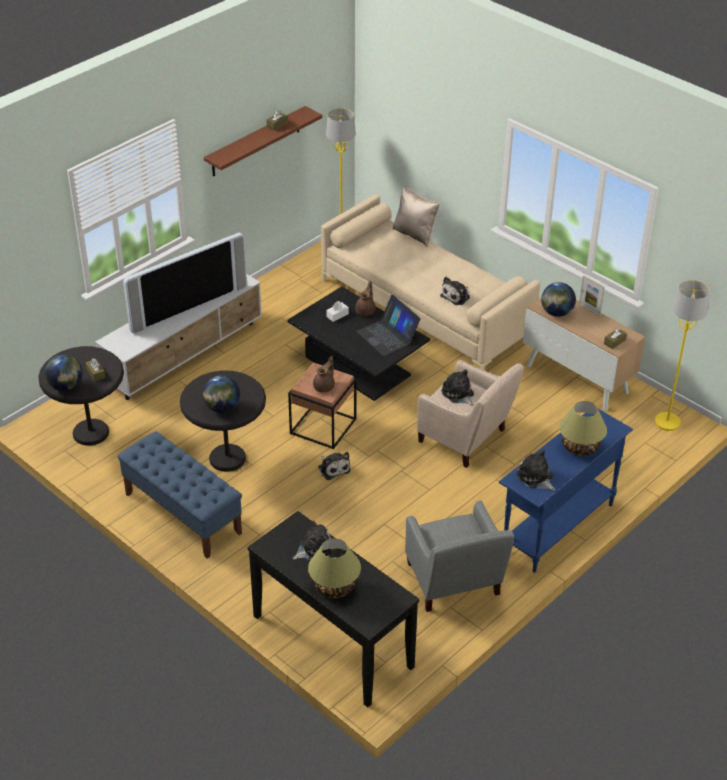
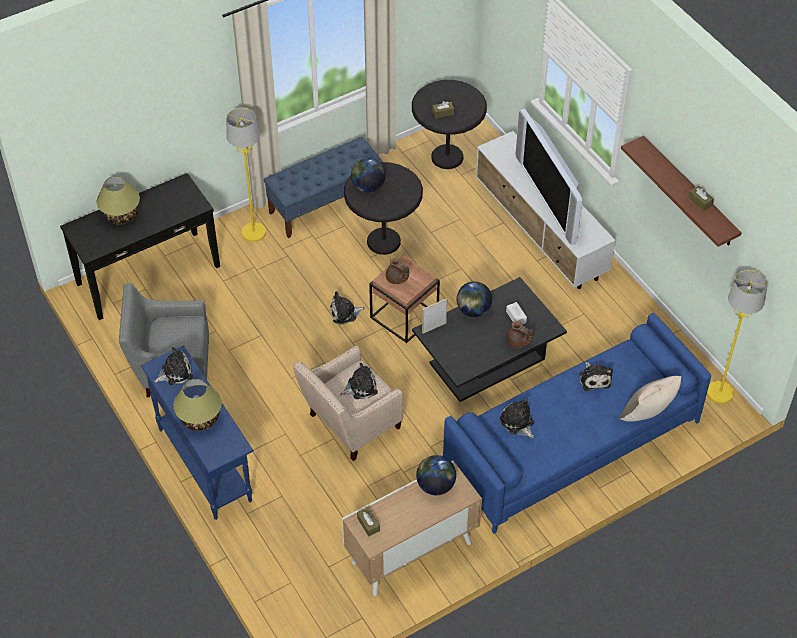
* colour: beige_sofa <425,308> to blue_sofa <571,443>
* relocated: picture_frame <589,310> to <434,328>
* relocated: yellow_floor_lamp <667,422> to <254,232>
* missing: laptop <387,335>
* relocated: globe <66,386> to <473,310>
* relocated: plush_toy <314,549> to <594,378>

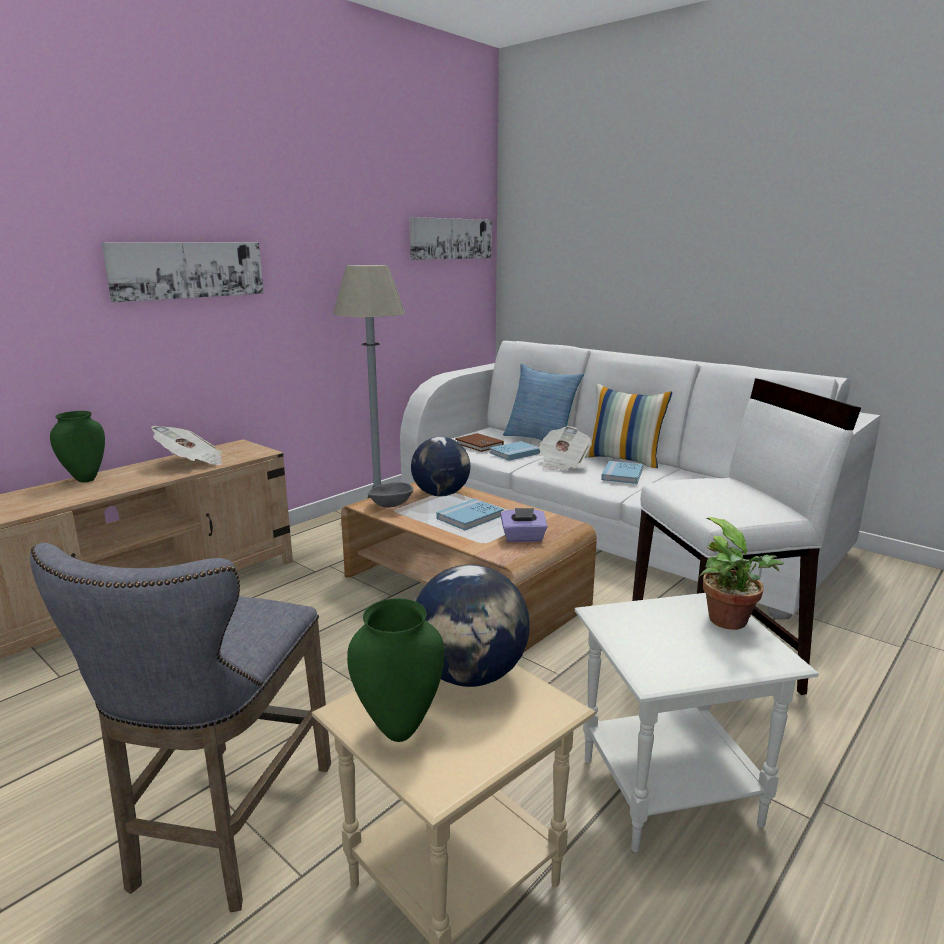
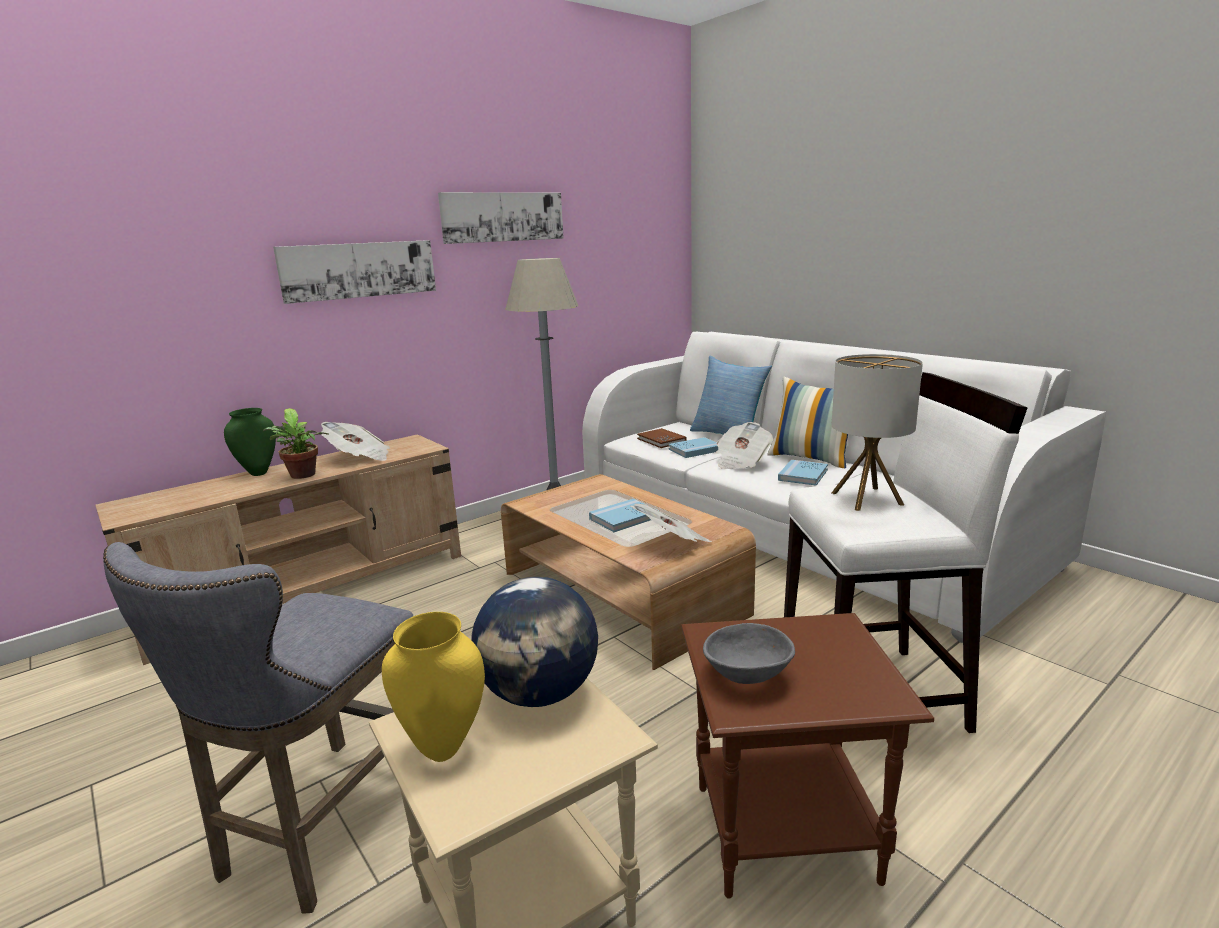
* relocated: picture <451,239> to <503,217>
* missing: globe <441,494>
* relocated: grey_bowl <390,506> to <747,675>
* exchanged: purple_tissue_box <523,538> to newspaper <671,542>
* relocated: potted_plant <732,623> to <303,476>
* colour: white_side_table <667,792> to brown_side_table <781,833>
* colour: green_vase <399,728> to yellow_vase <445,746>
* appeared: table_lamp <866,499>

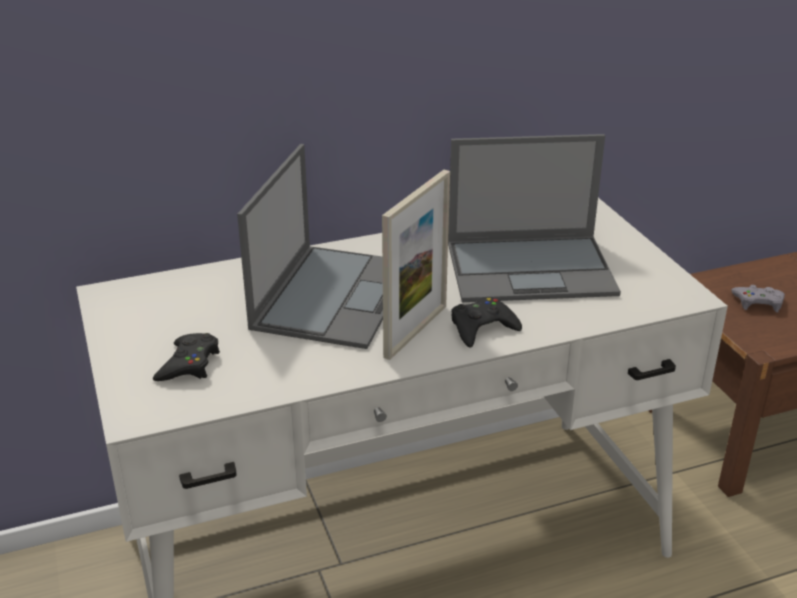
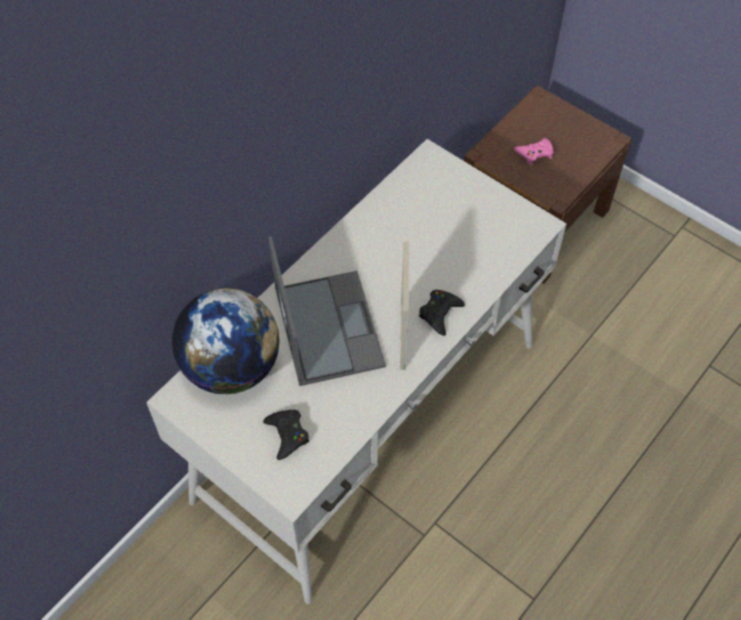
* missing: laptop <532,268>
* colour: grey_game_controller <758,302> to pink_game_controller <535,153>
* appeared: globe <232,367>

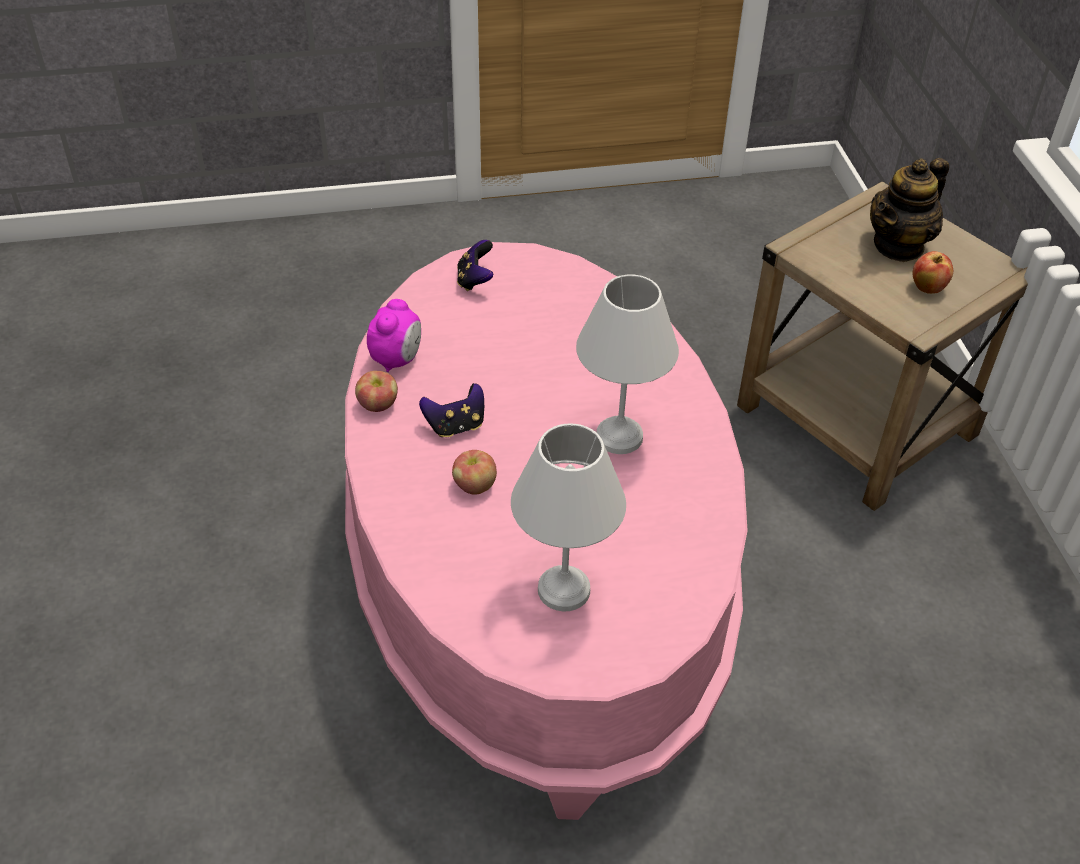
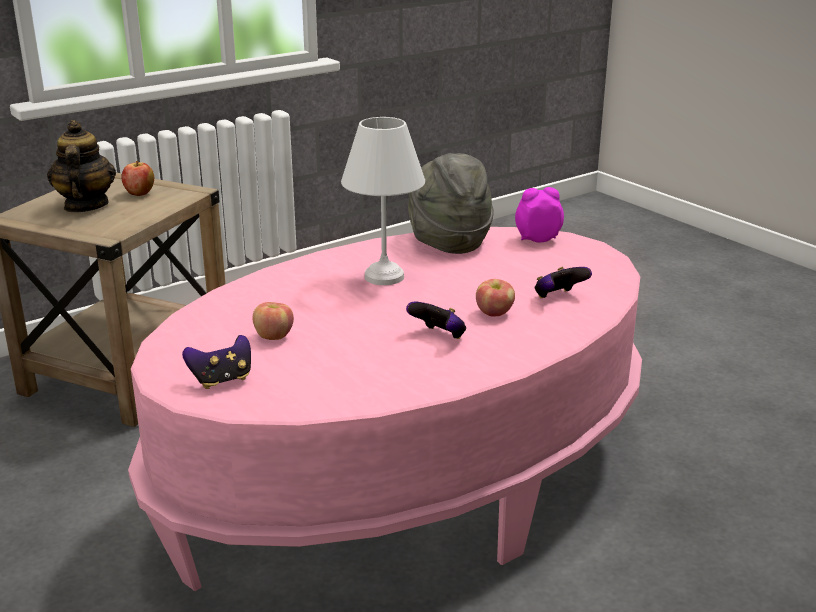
* spun: teapot <899,246> = <85,206> 120 degrees counterclockwise
* relocated: alarm_clock <397,359> to <537,239>
* relocated: apple <378,405> to <273,336>
* missing: white_table_lamp <564,592>
* appeared: grey_hat <448,241>
* appeared: game_controller <558,297>

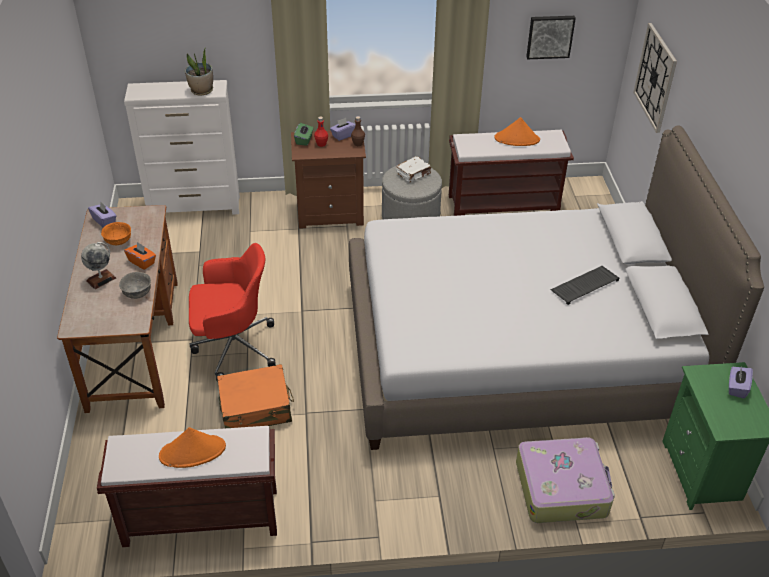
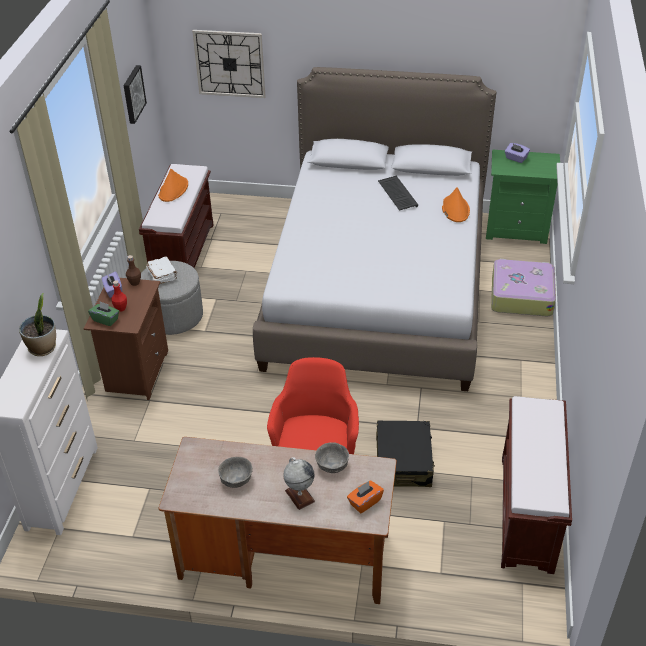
* missing: purple_tissue_box <104,221>
* colour: orange_bowl <118,241> to grey_bowl <236,480>
* relocated: orange_tissue_box <142,262> to <364,502>
* colour: orange_suitcase <256,408> to black_suitcase <403,462>
* relocated: orange_hat <193,451> to <455,209>

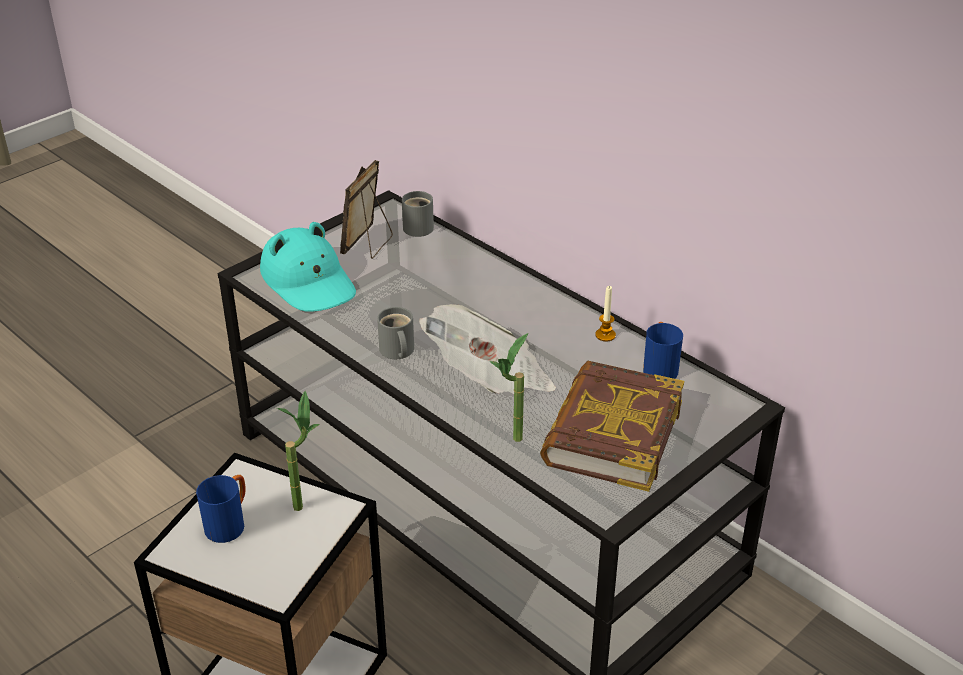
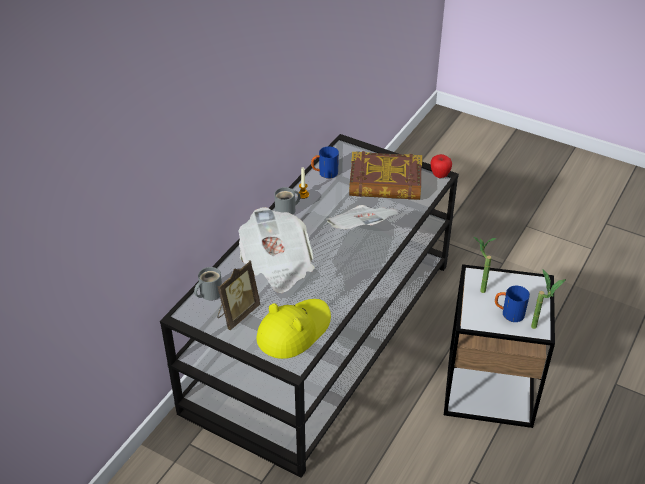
* spun: picture_frame <368,244> = <237,314> 60 degrees counterclockwise
* colour: turquoise_hat <309,282> to yellow_hat <294,331>
* relocated: grey_mug <396,351> to <287,210>
* relocated: potted_plant <510,443> to <539,329>
* appeared: apple <440,175>
* appeared: newspaper <277,265>

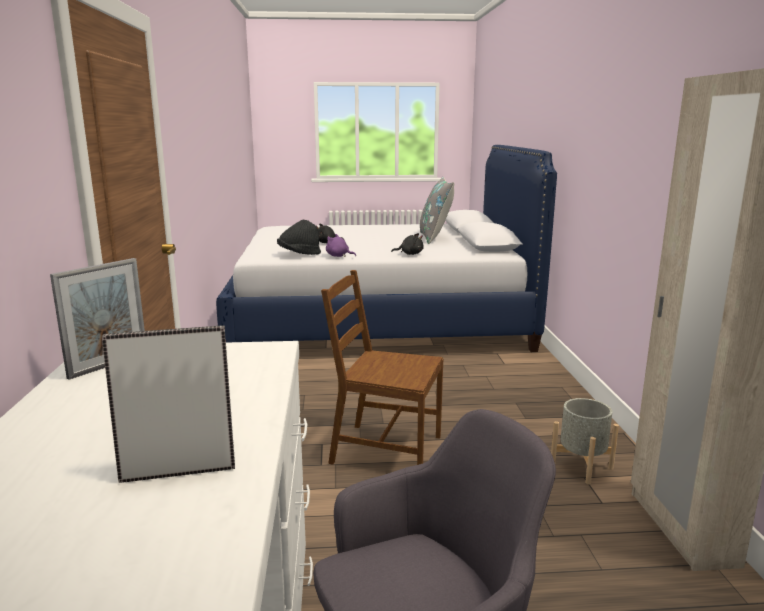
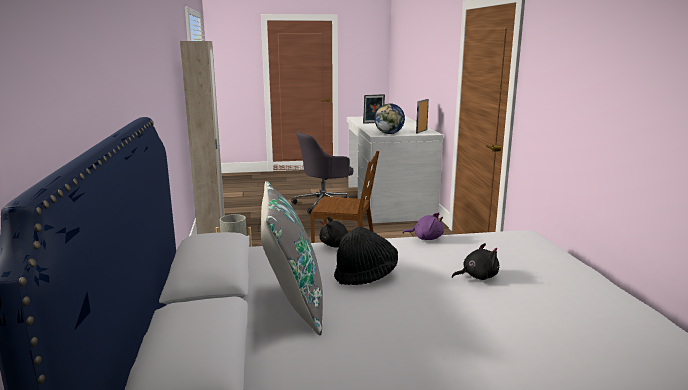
* relocated: black_hat <299,254> to <366,275>
* appeared: globe <389,133>

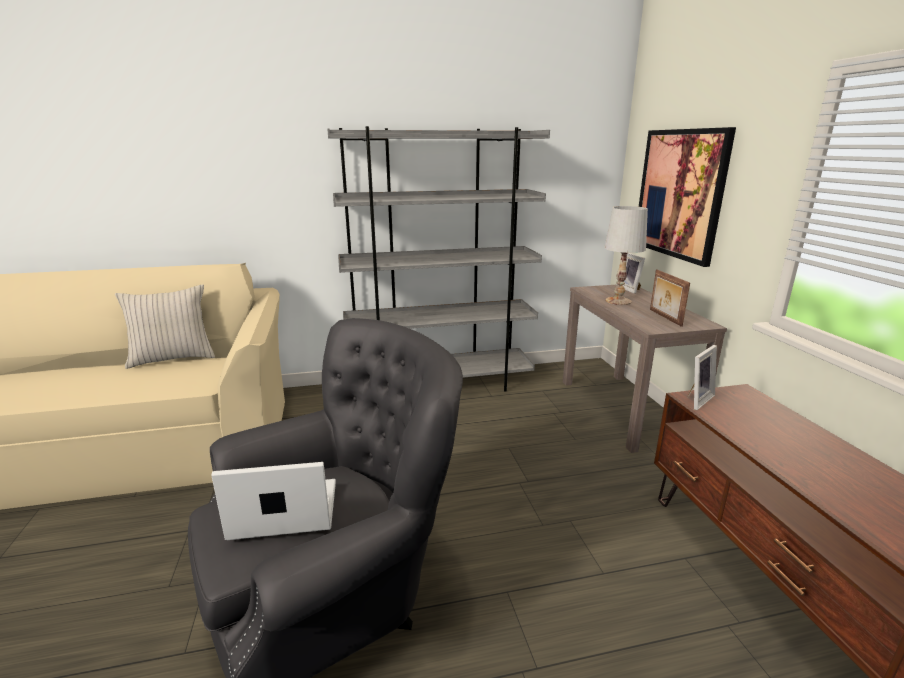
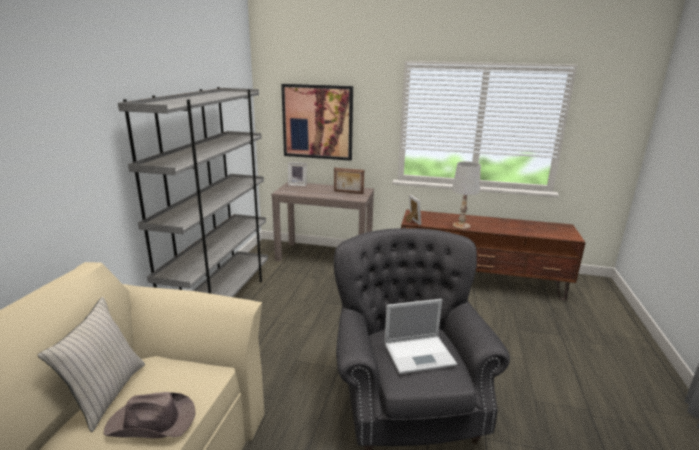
* relocated: white_table_lamp <618,301> to <461,226>
* spun: laptop <282,511> = <420,354> 120 degrees counterclockwise
* appeared: brown_hat <152,422>

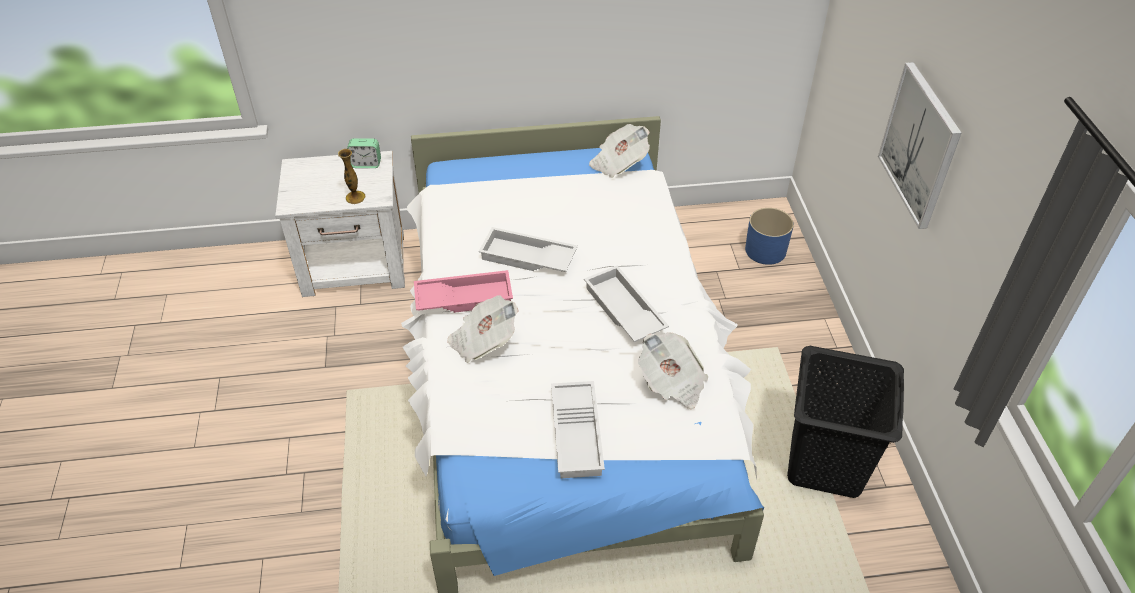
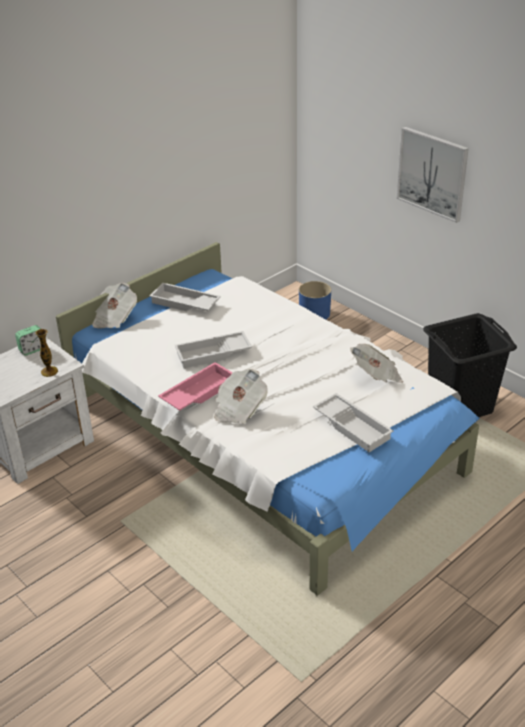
* relocated: newspaper <618,163> to <114,318>
* relocated: white_tray <623,310> to <184,304>

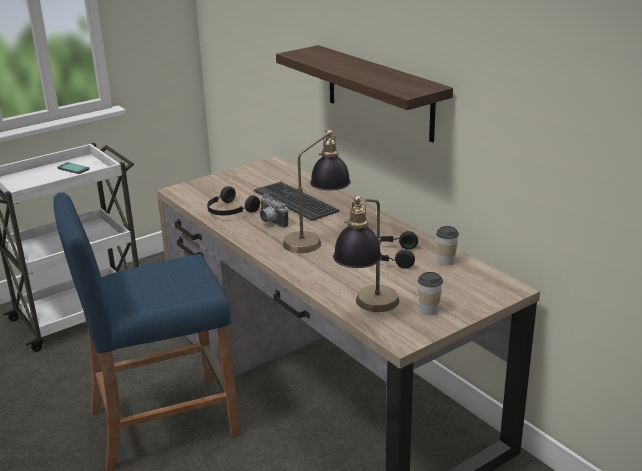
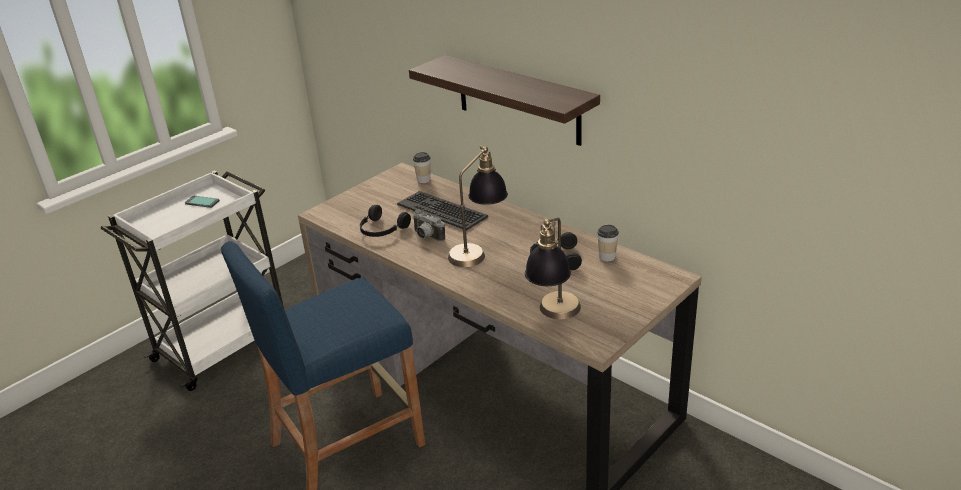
* relocated: cup <429,310> to <424,180>

